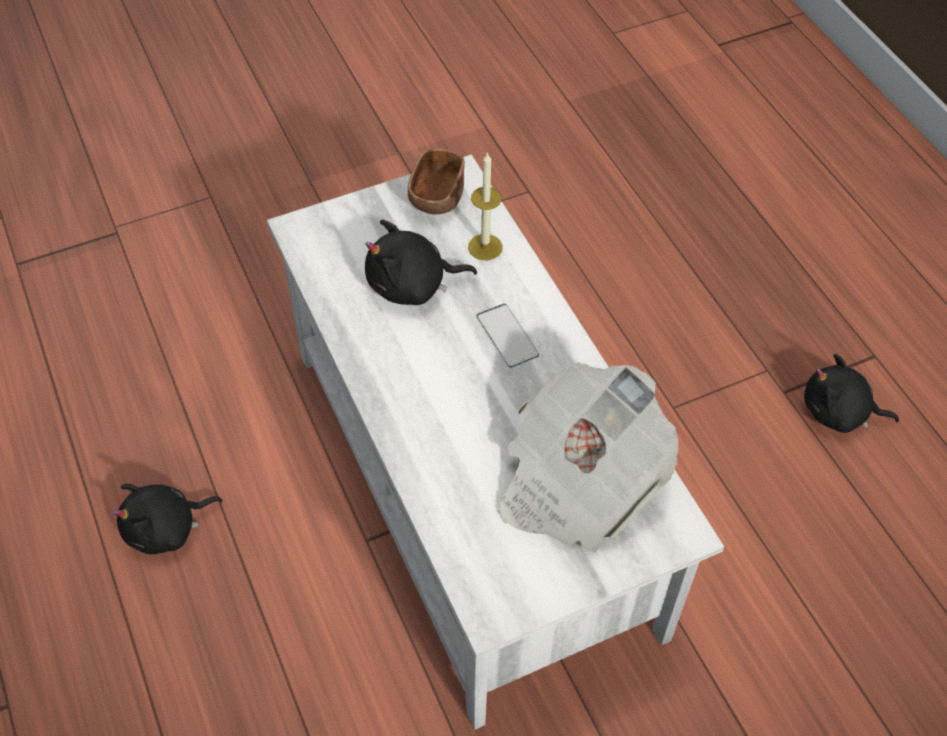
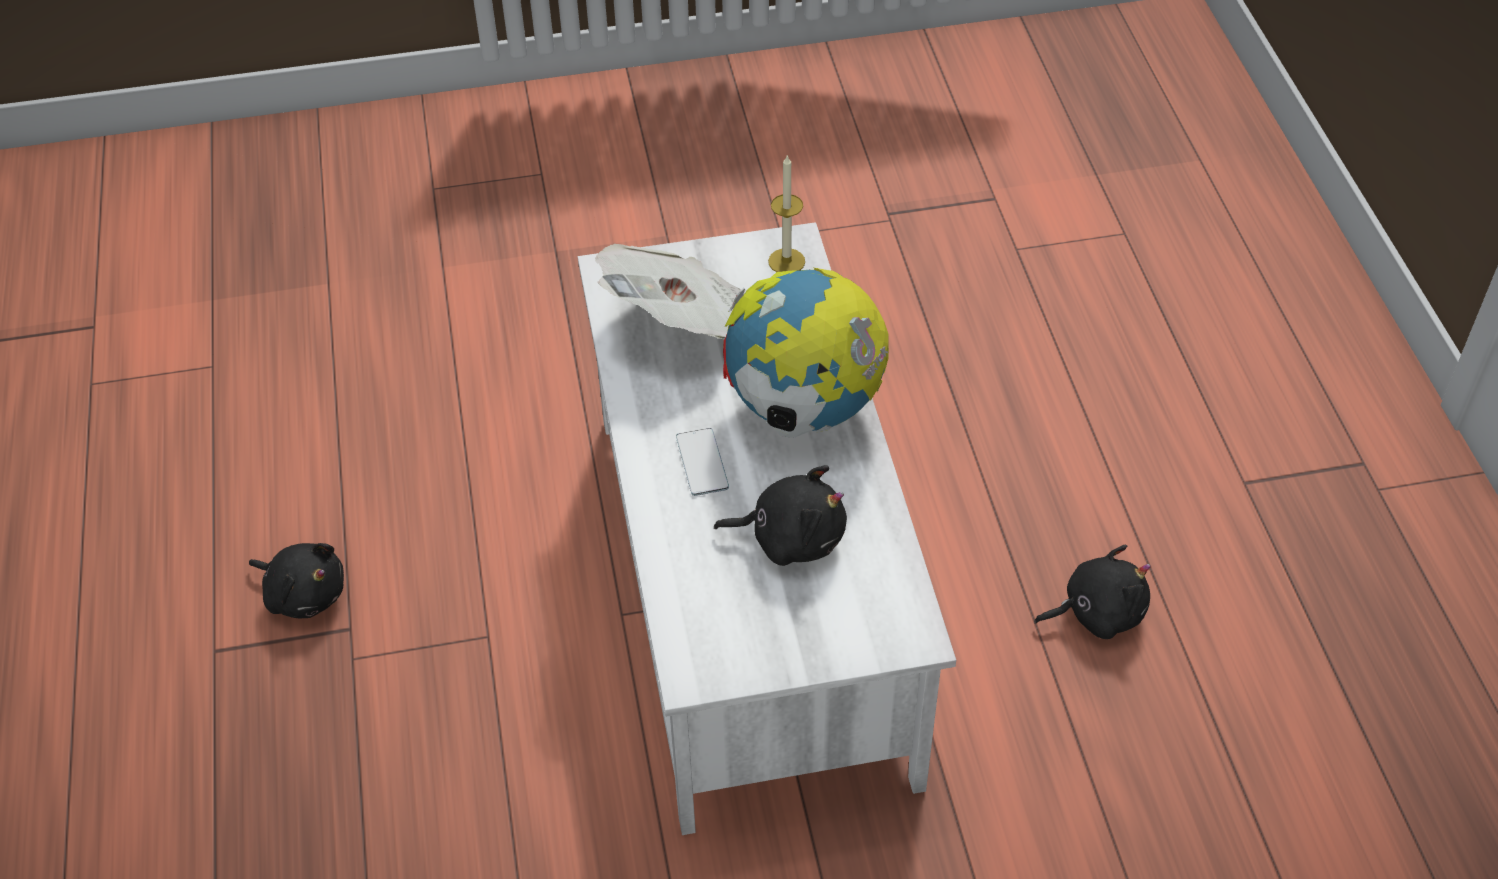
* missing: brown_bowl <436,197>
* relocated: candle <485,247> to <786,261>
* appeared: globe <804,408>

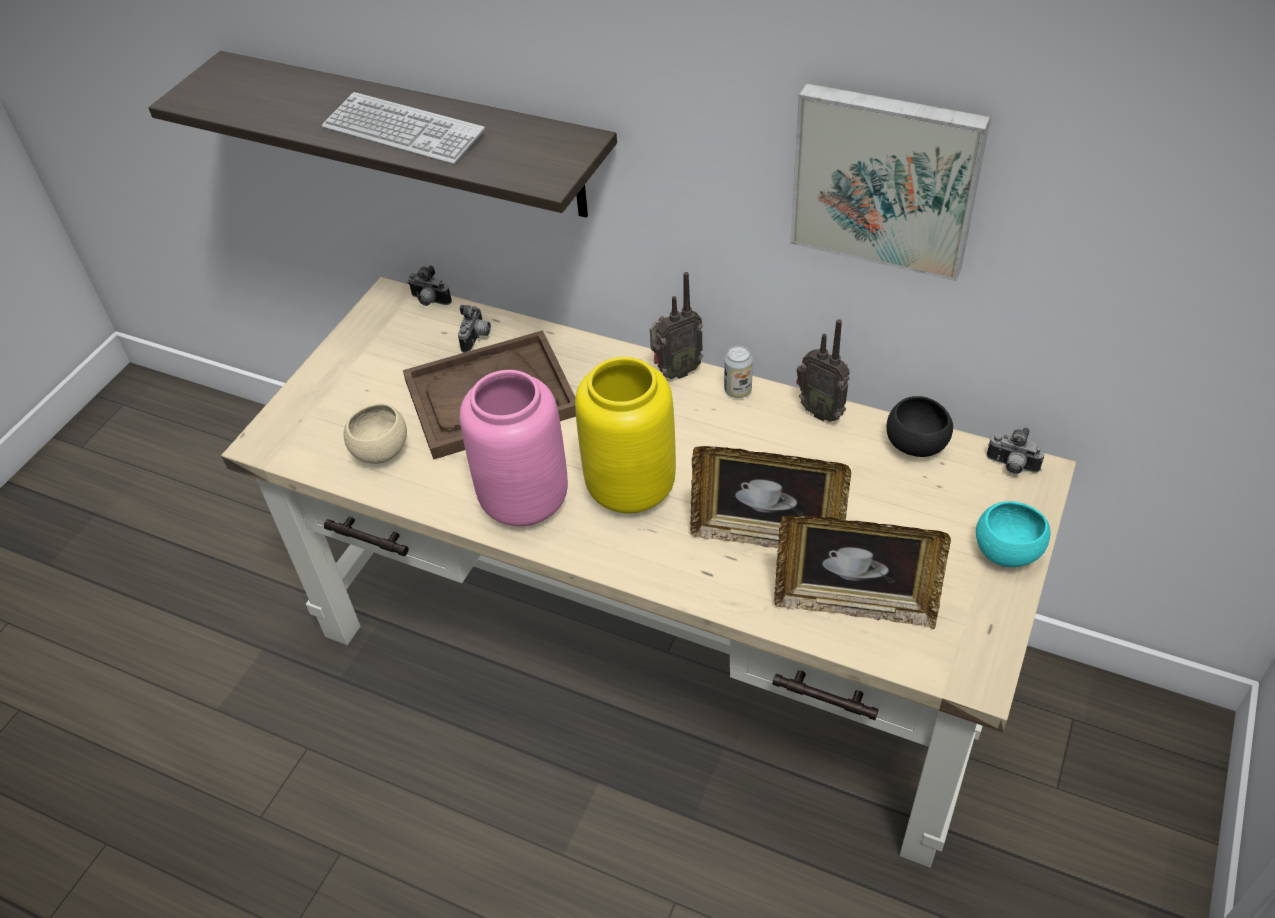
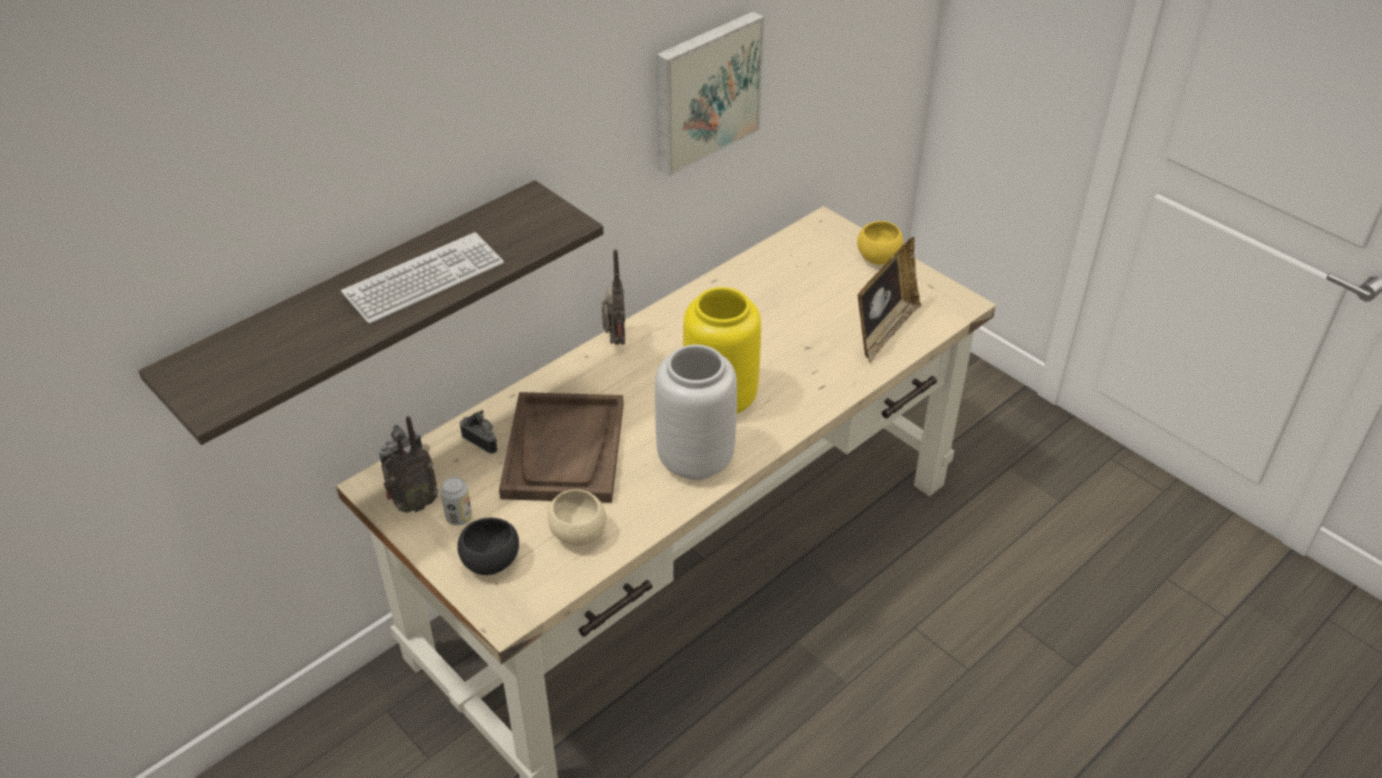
* relocated: radio <821,411> to <413,505>
* relocated: can <738,390> to <459,517>
* colour: pink_vase <527,501> to grey_vase <695,459>
* relocated: black_bowl <916,445> to <491,562>
* missing: photo_camera <1011,466>
* missing: picture_frame <767,536>
* colour: turquoise_bowl <1007,552> to yellow_bowl <878,258>

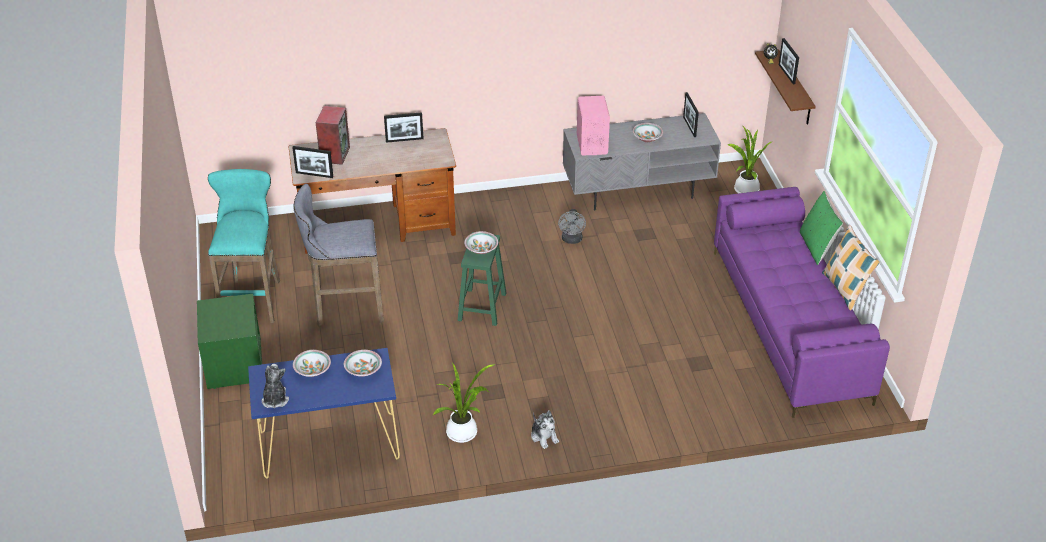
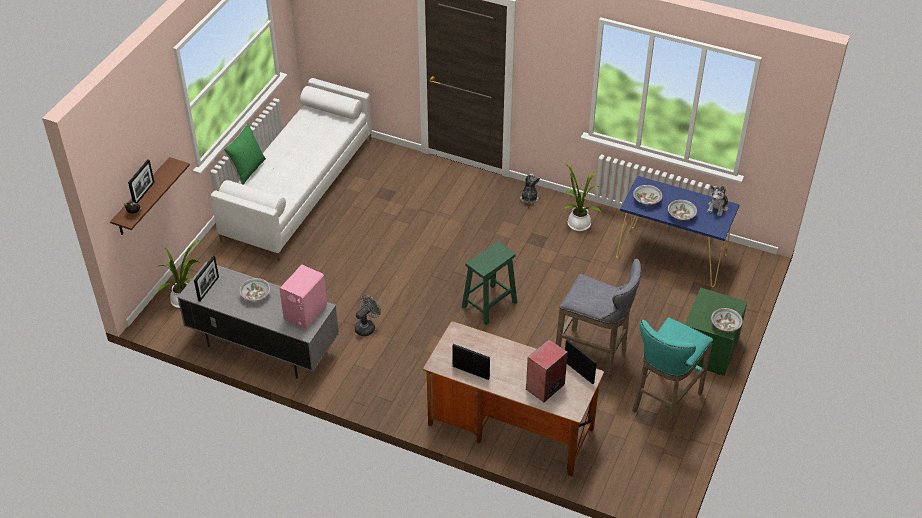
* colour: purple_sofa <790,325> to white_sofa <298,188>
* missing: pillow <845,289>
* relocated: bowl <481,249> to <725,325>

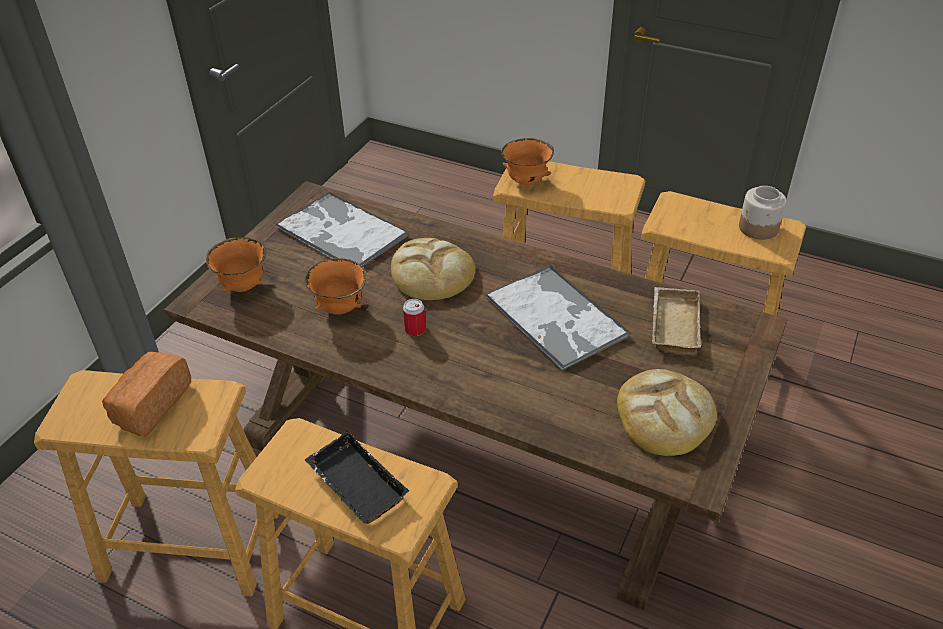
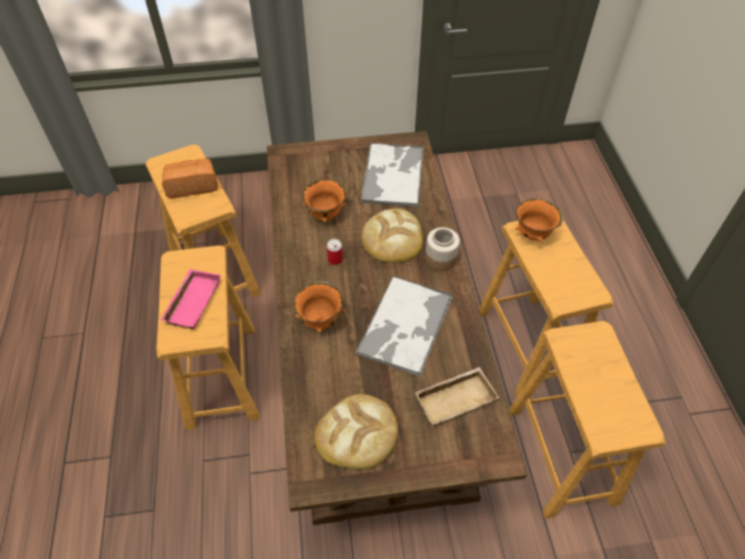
* relocated: jar <758,228> to <440,258>
* relocated: orange_bowl <243,286> to <321,320>
* colour: black_tray <354,484> to pink_tray <192,301>

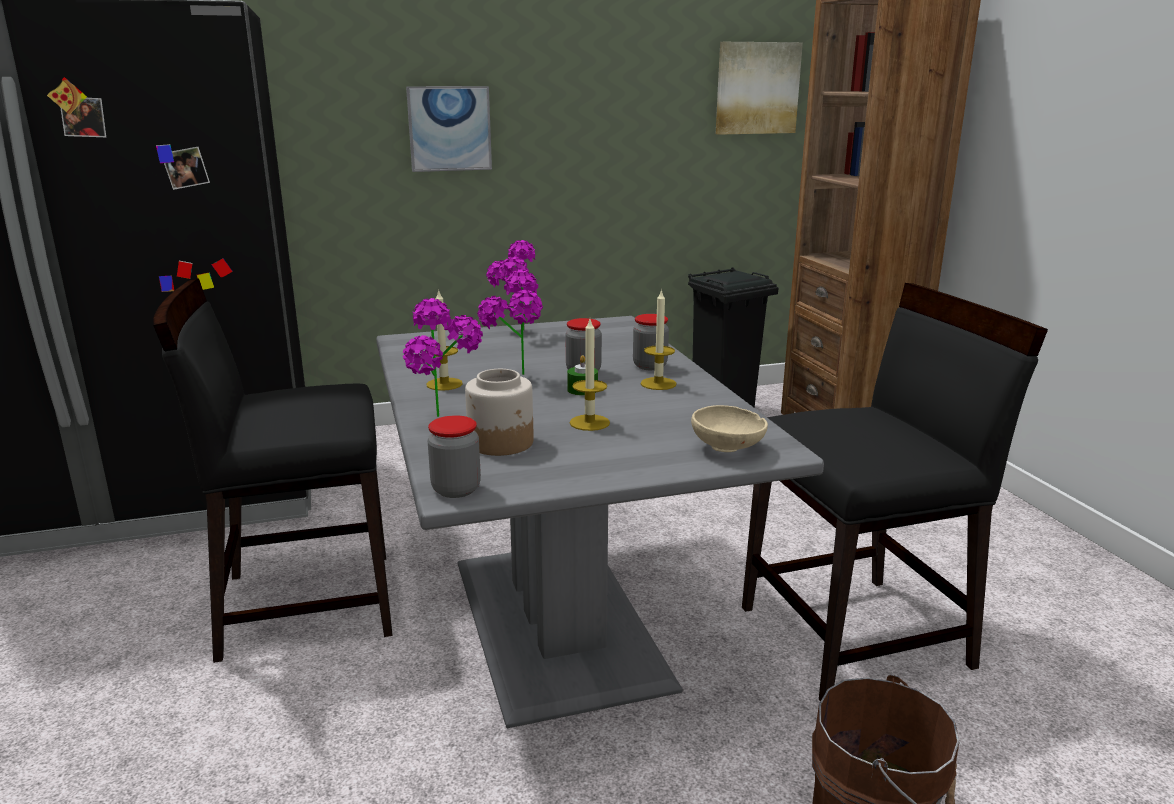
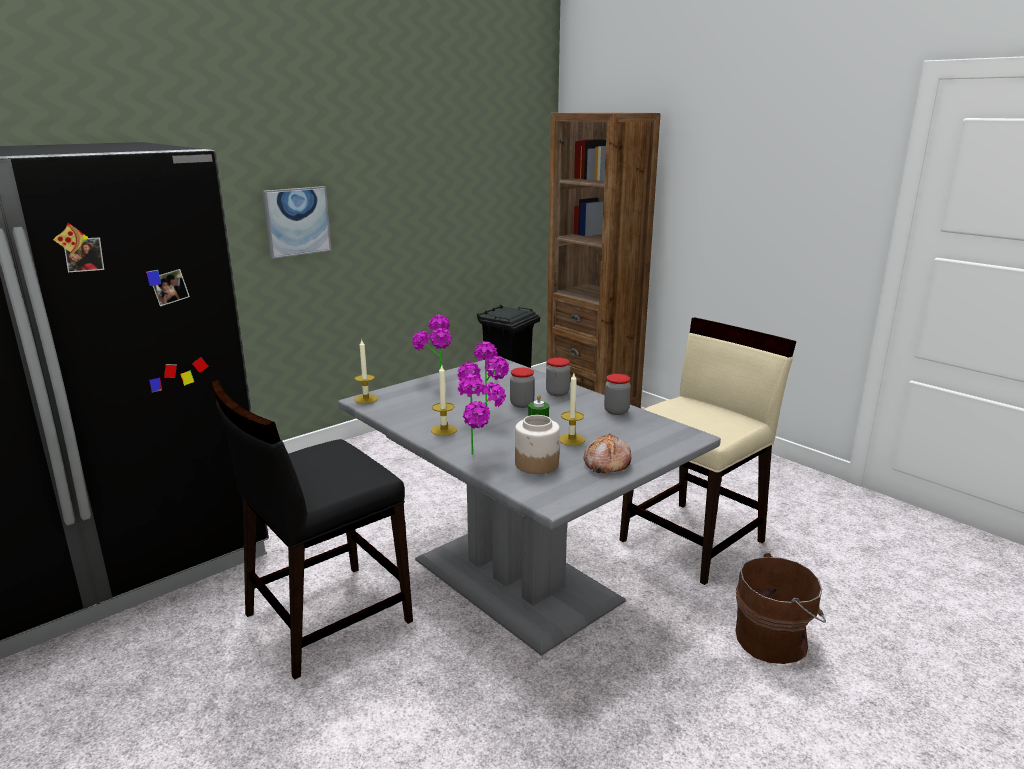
* missing: picture <756,88>
* colour: black_chair <857,636> to beige_chair <694,540>
* relocated: candle <658,383> to <366,399>
* missing: beige_bowl <728,449>
* relocated: jar <456,489> to <616,411>
* appeared: bread <606,463>

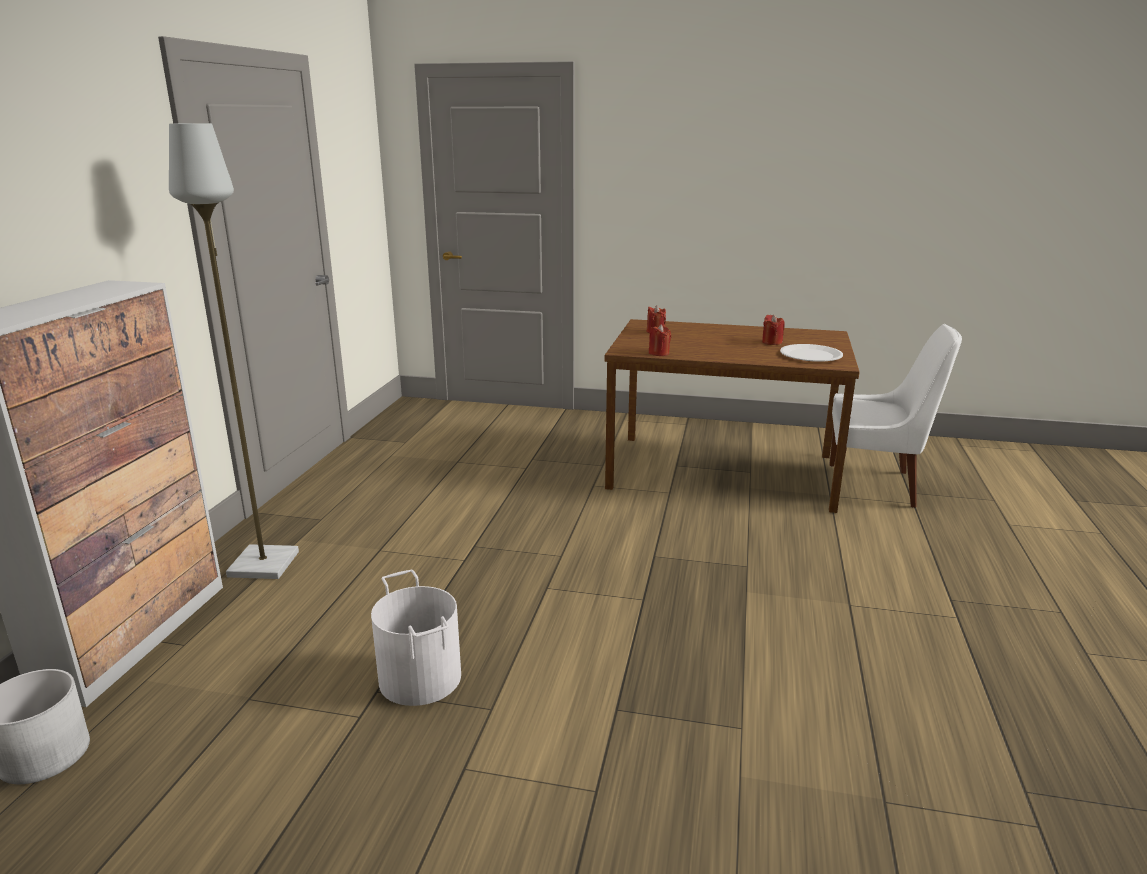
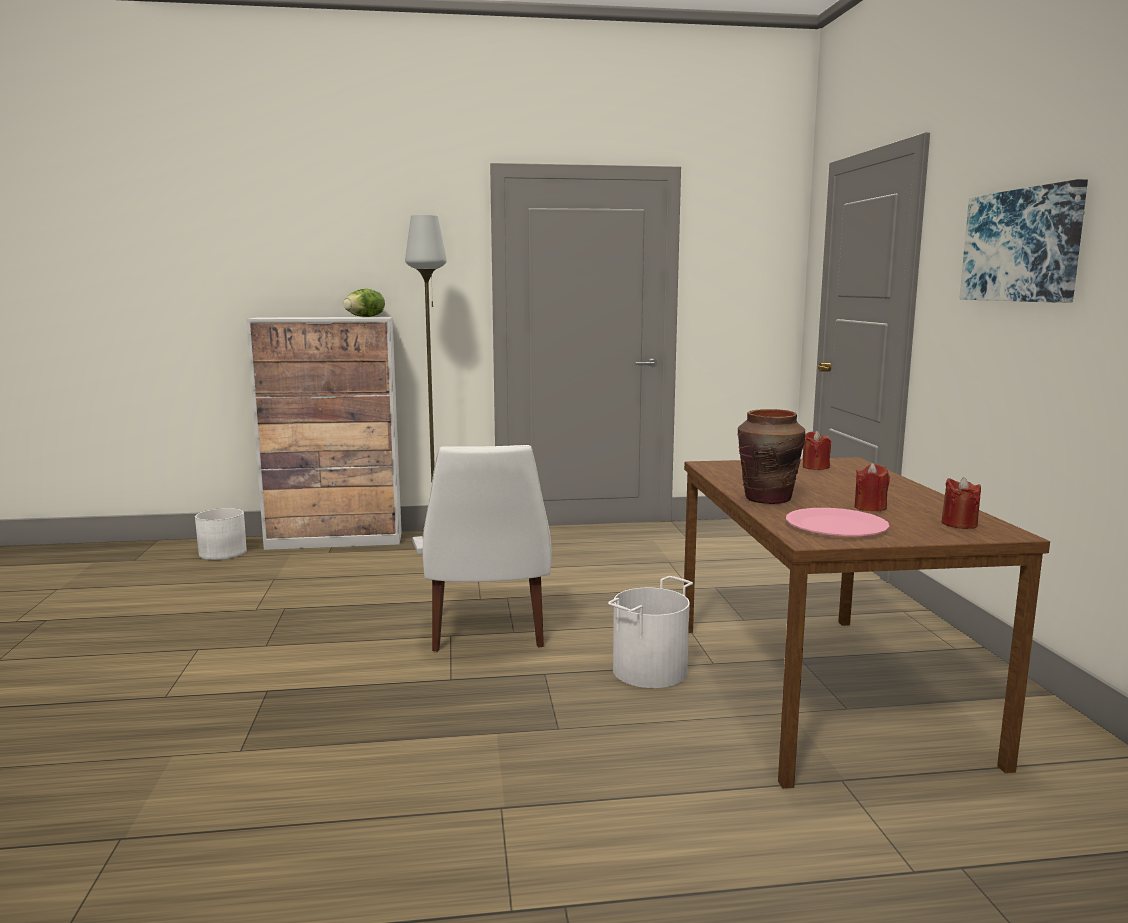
* relocated: red_candle <659,353> to <959,524>
* relocated: white_chair <875,486> to <487,632>
* colour: white_plate <810,355> to pink_plate <835,526>
* relocated: white_bucket <421,677> to <650,671>
* appeared: picture <1022,245>
* appeared: lettuce <365,317>
* appeared: brown_vase <767,499>

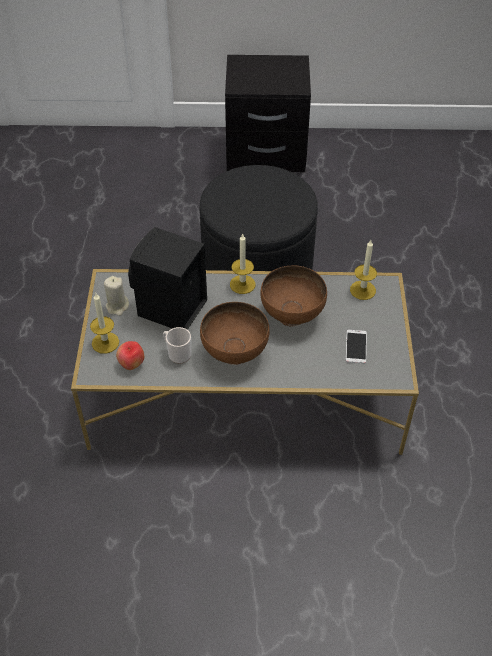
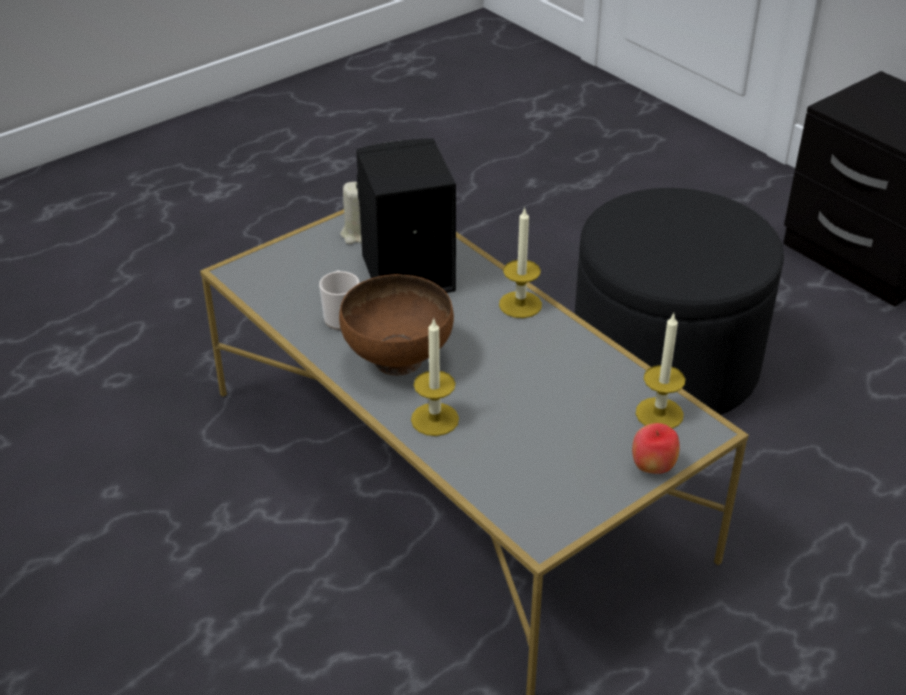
* missing: brown_bowl <292,316>
* relocated: candle <105,342> to <435,419>
* missing: phone <356,347>
* relocated: apple <131,364> to <652,467>

